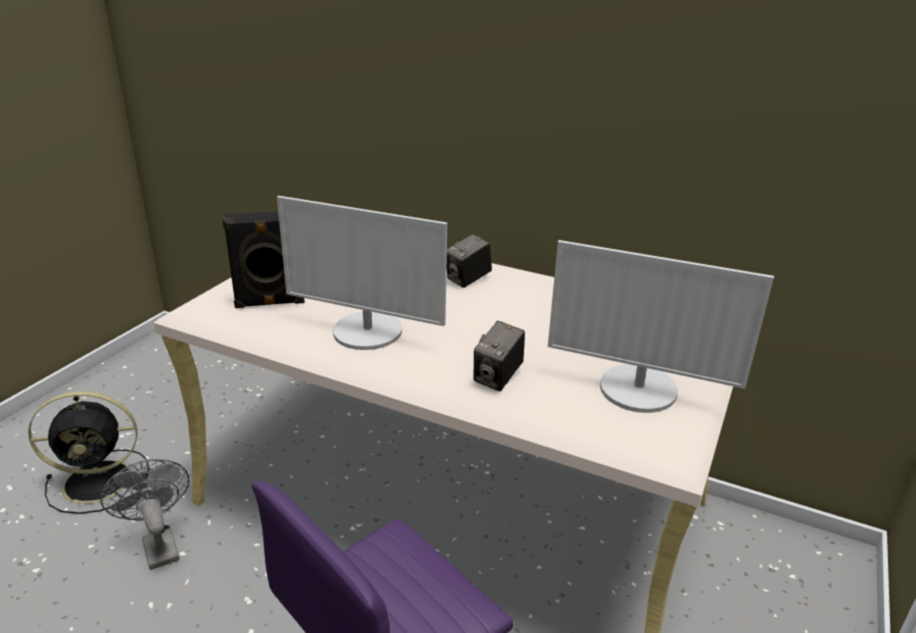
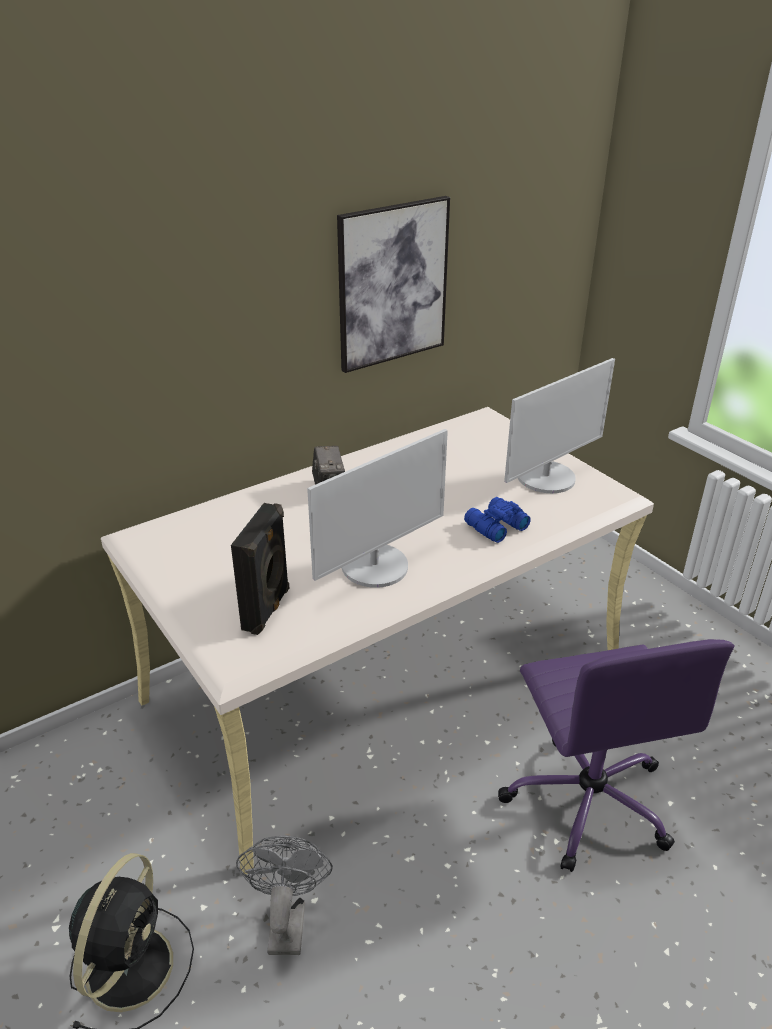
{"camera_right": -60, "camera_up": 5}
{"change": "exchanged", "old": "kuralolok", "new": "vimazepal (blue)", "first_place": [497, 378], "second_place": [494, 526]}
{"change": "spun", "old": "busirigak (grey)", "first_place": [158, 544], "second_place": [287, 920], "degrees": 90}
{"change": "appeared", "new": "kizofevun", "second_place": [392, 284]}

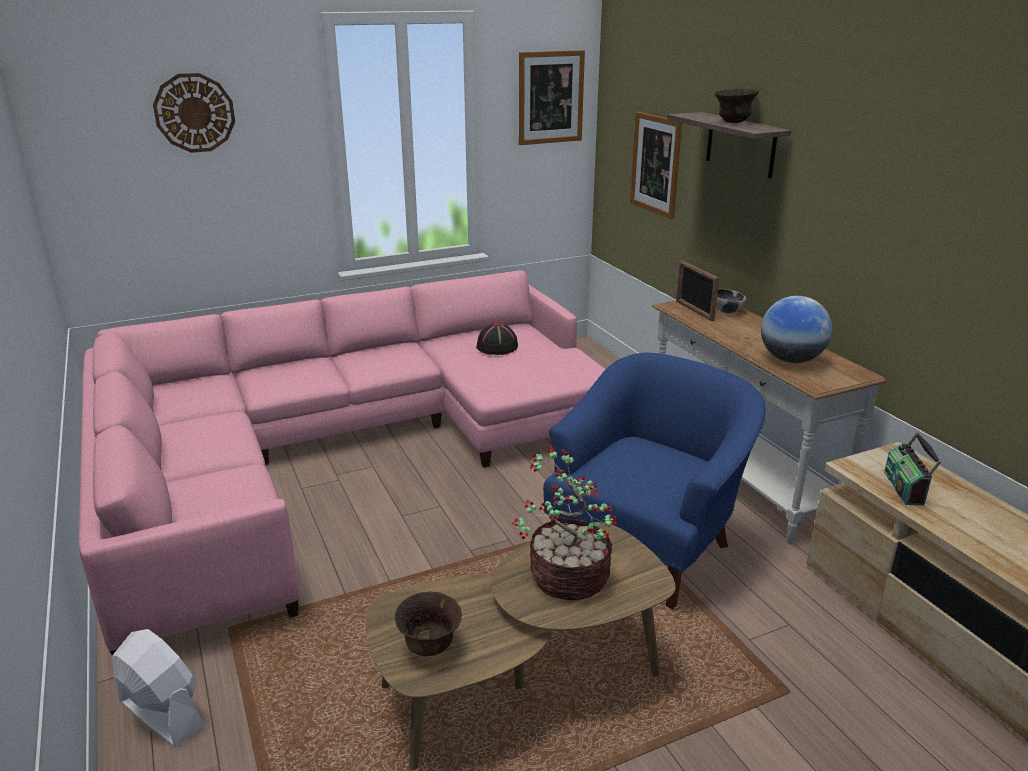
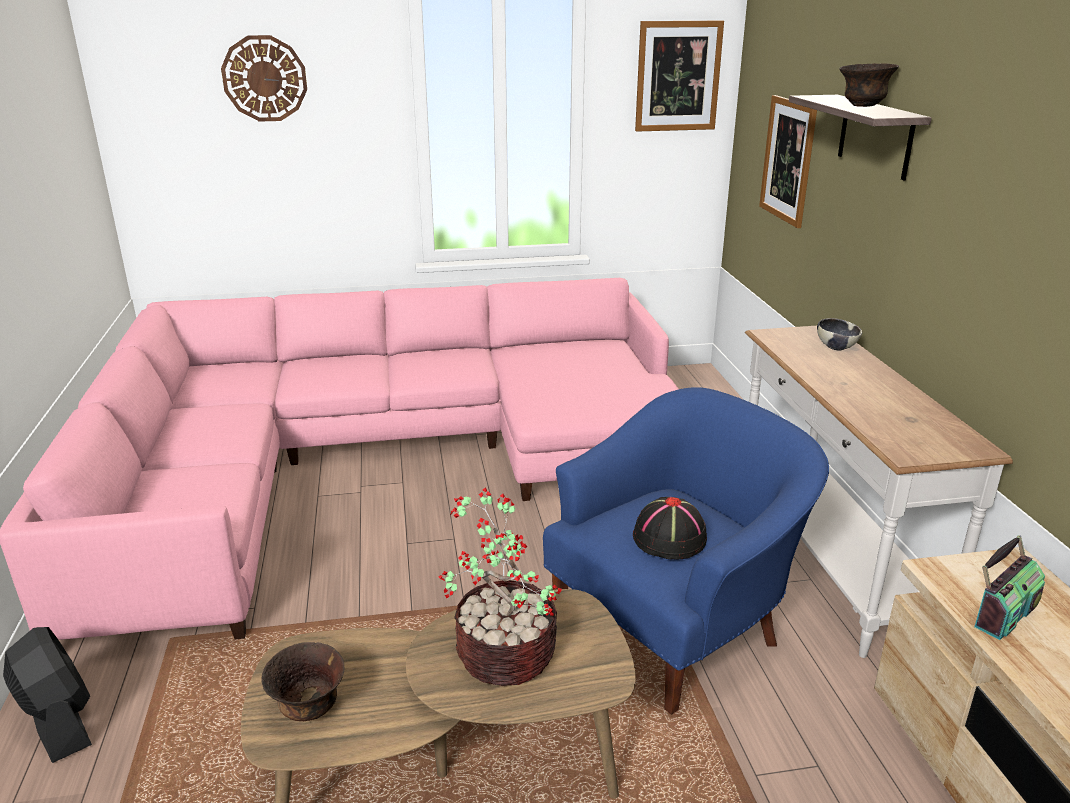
{"camera_right": 15, "camera_up": 0}
{"change": "missing", "old": "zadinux", "first_place": [694, 310]}
{"change": "missing", "old": "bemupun", "first_place": [790, 360]}
{"change": "relocated", "old": "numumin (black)", "first_place": [497, 347], "second_place": [669, 539]}
{"change": "spun", "old": "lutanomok", "first_place": [905, 488], "second_place": [1003, 613], "degrees": -150}
{"change": "colour", "old": "busirigak (white)", "new": "busirigak (black)", "first_place": [161, 713], "second_place": [59, 721]}

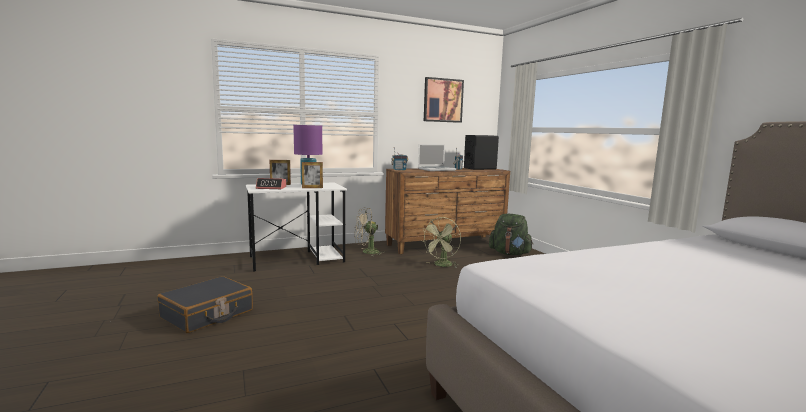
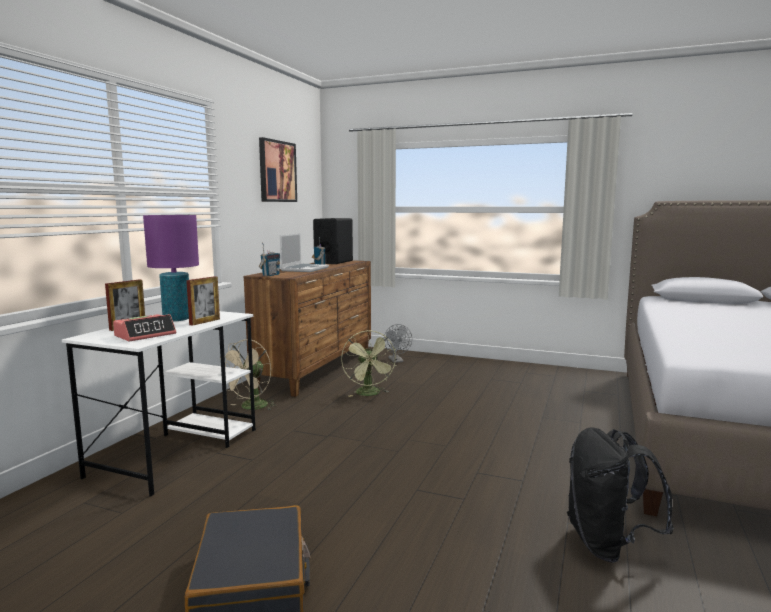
{"camera_right": -45, "camera_up": 0}
{"change": "exchanged", "old": "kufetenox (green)", "new": "busirigak (grey)", "first_place": [510, 253], "second_place": [397, 361]}
{"change": "appeared", "new": "kufetenox (black)", "second_place": [608, 545]}

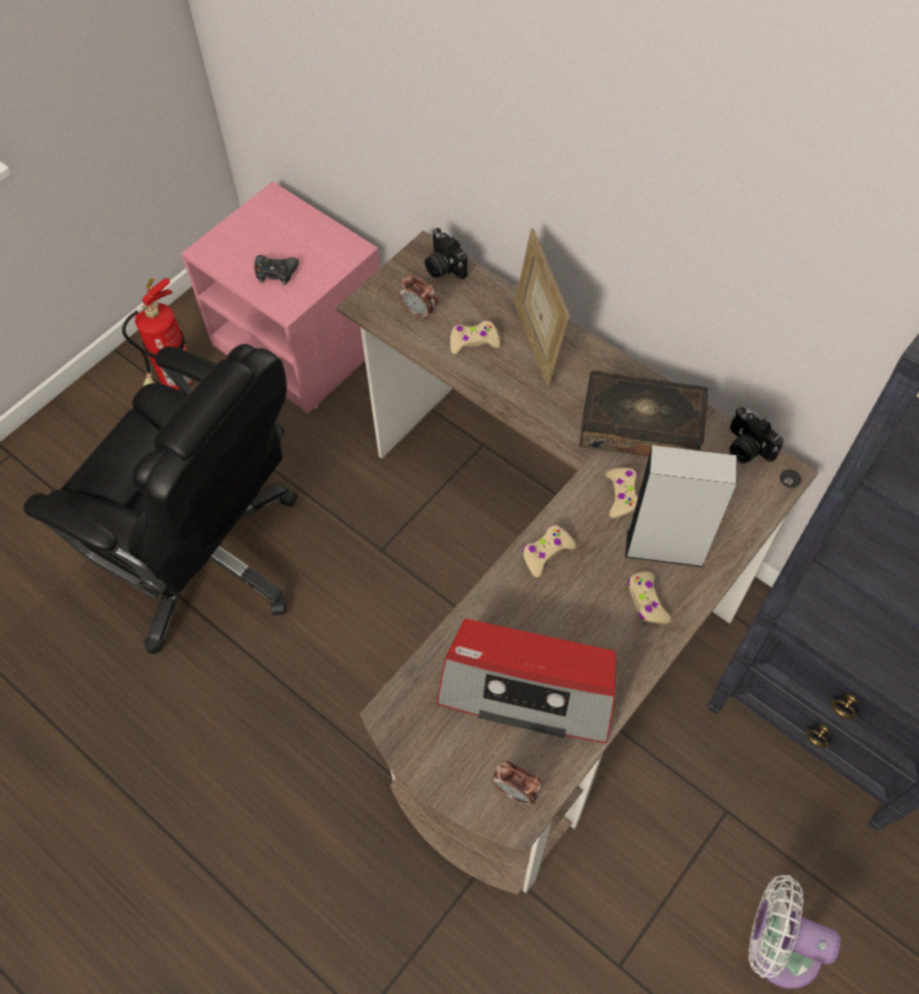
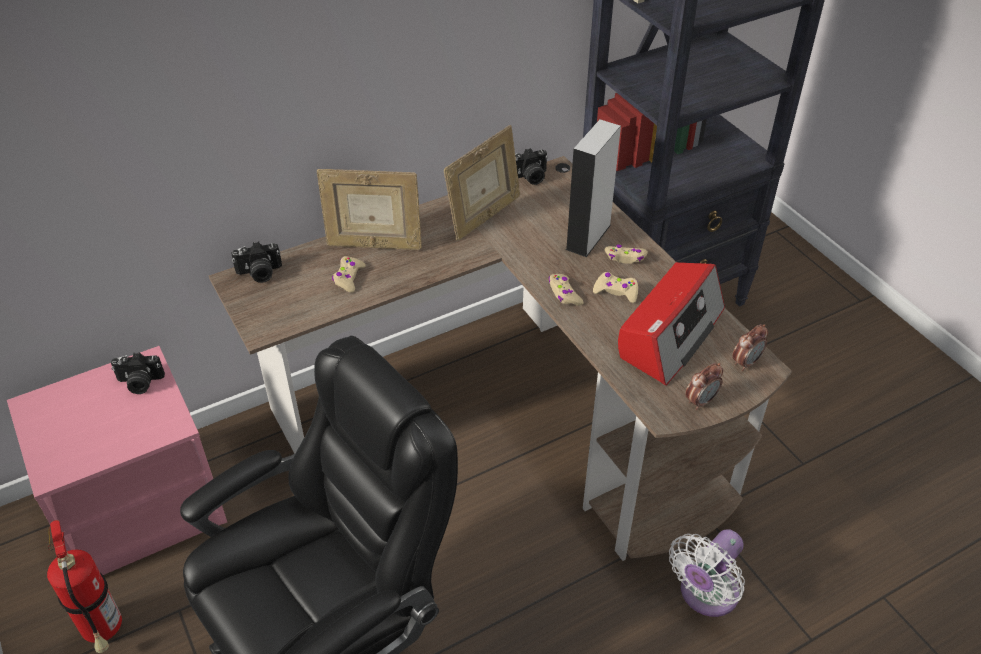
{"camera_right": -70, "camera_up": -15}
{"change": "missing", "old": "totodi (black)", "first_place": [276, 273]}
{"change": "relocated", "old": "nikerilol", "first_place": [419, 312], "second_place": [700, 401]}
{"change": "exchanged", "old": "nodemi", "new": "zadinux", "first_place": [641, 427], "second_place": [484, 217]}
{"change": "relocated", "old": "totodi (beige)", "first_place": [622, 495], "second_place": [616, 291]}
{"change": "relocated", "old": "busirigak (white)", "first_place": [777, 946], "second_place": [705, 595]}
{"change": "appeared", "new": "kuralolok", "second_place": [140, 383]}

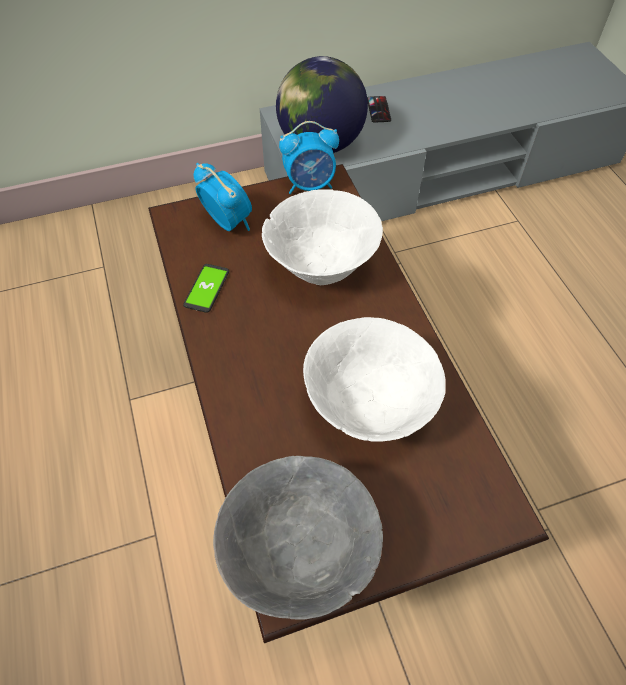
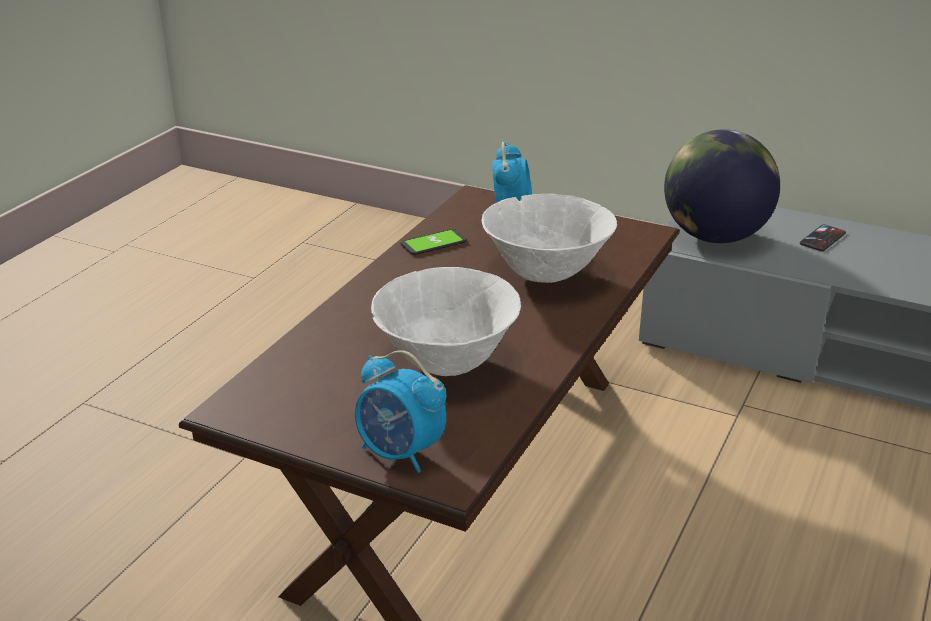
{"camera_right": 45, "camera_up": -25}
{"change": "relocated", "old": "nikerilol", "first_place": [310, 185], "second_place": [400, 453]}
{"change": "missing", "old": "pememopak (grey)", "first_place": [300, 553]}

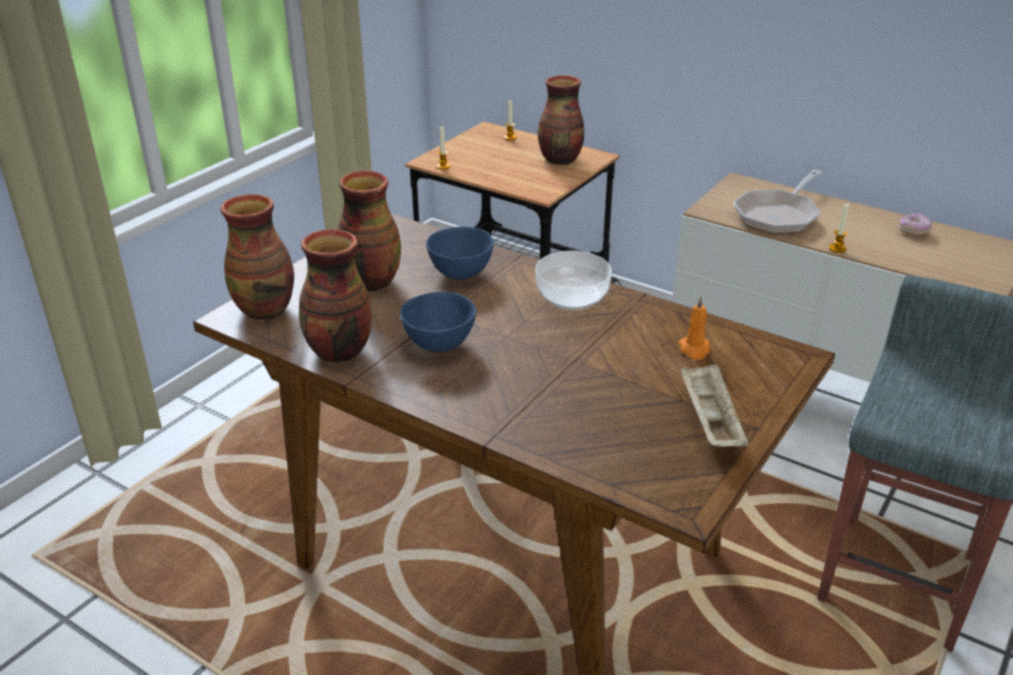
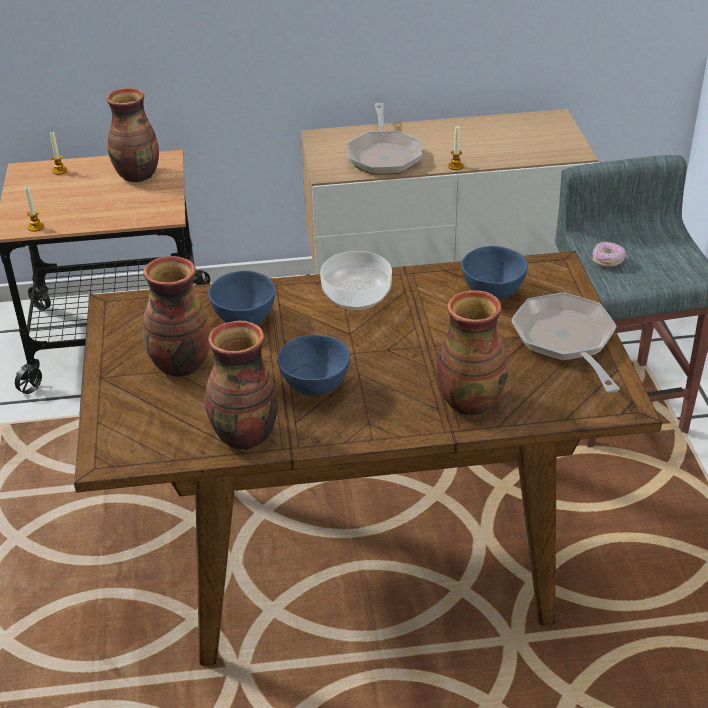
{"camera_right": -40, "camera_up": 5}
{"change": "relocated", "old": "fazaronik", "first_place": [266, 309], "second_place": [469, 401]}
{"change": "relocated", "old": "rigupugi", "first_place": [913, 231], "second_place": [607, 261]}
{"change": "exchanged", "old": "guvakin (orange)", "new": "pememopak (blue)", "first_place": [694, 349], "second_place": [492, 293]}
{"change": "exchanged", "old": "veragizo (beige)", "new": "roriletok", "first_place": [709, 421], "second_place": [566, 341]}

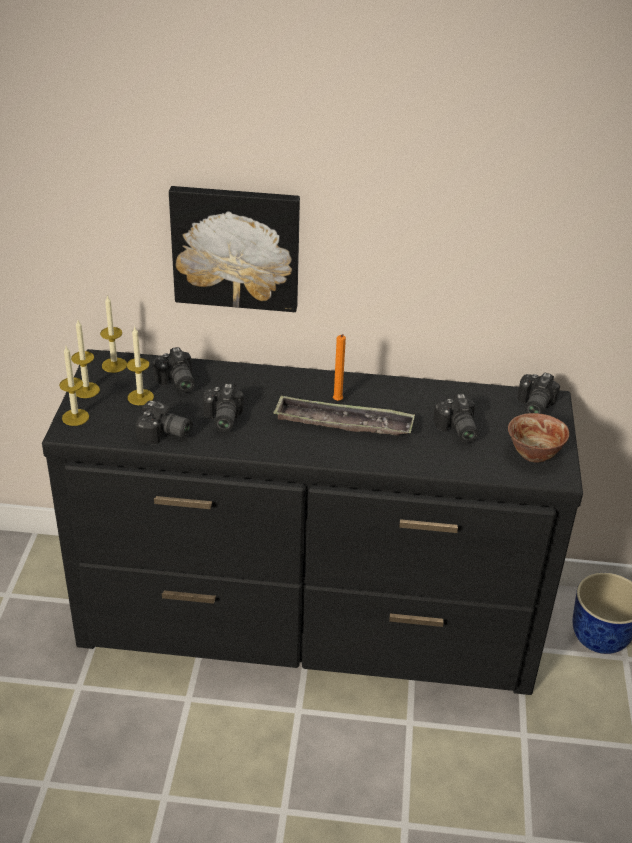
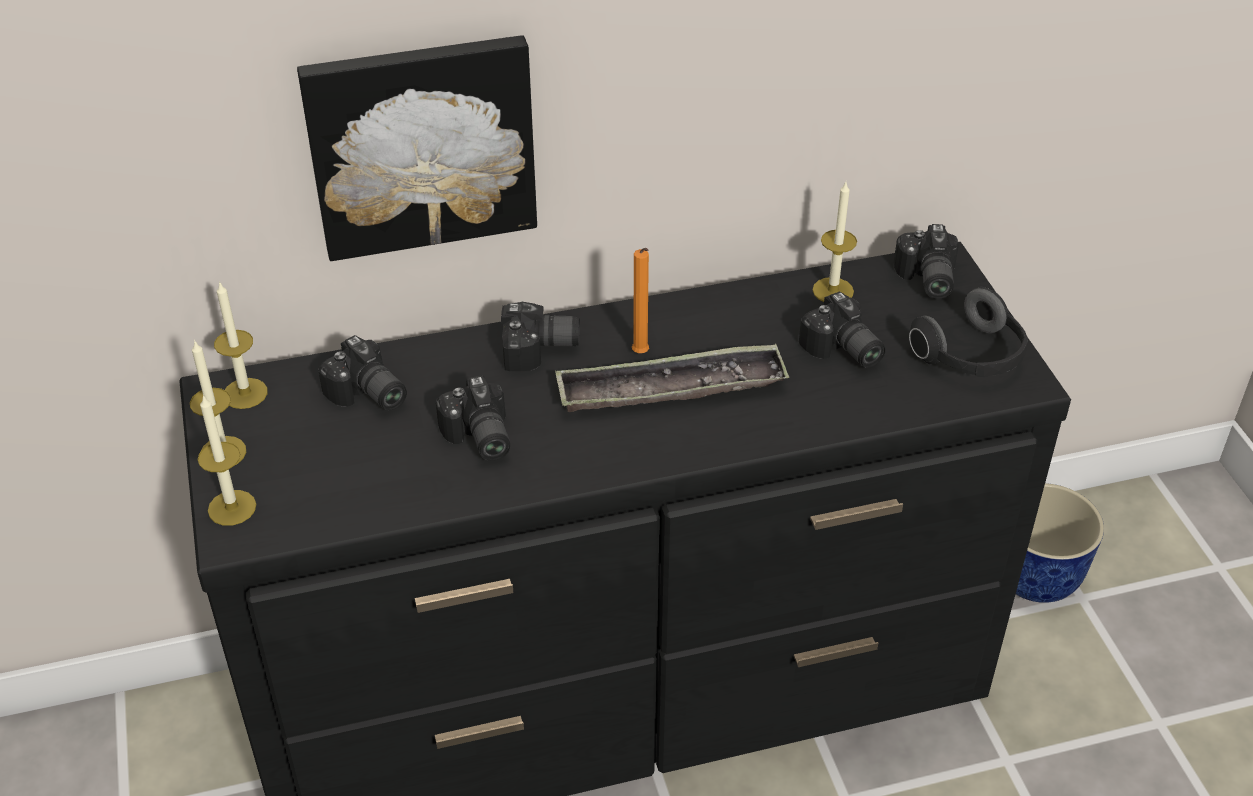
{"camera_right": -20, "camera_up": 5}
{"change": "relocated", "old": "guvakin", "first_place": [140, 397], "second_place": [833, 291]}
{"change": "relocated", "old": "kuralolok", "first_place": [164, 435], "second_place": [541, 350]}
{"change": "exchanged", "old": "pememopak", "new": "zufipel", "first_place": [534, 454], "second_place": [971, 357]}

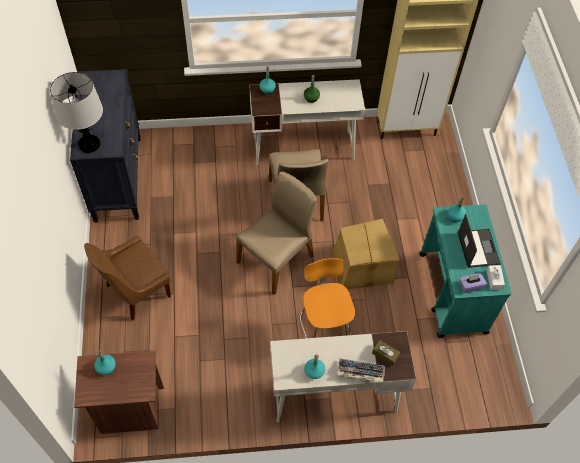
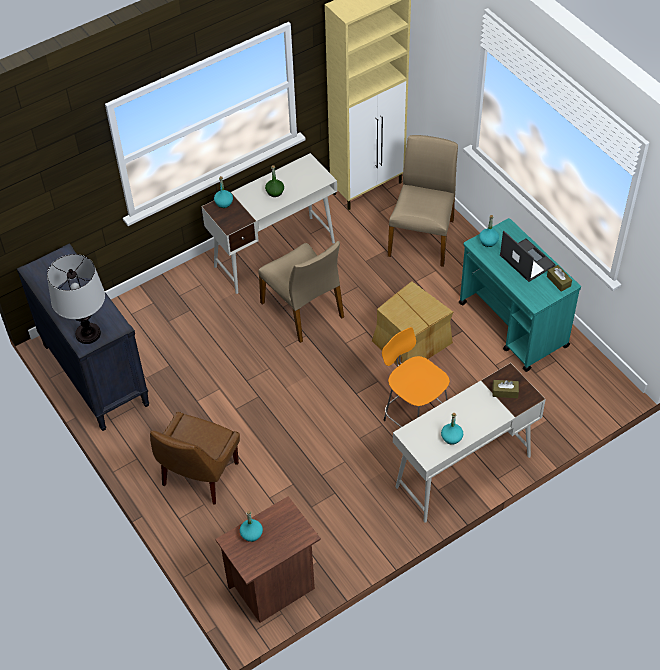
{"camera_right": -25, "camera_up": -5}
{"change": "relocated", "old": "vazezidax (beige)", "first_place": [276, 259], "second_place": [422, 237]}
{"change": "colour", "old": "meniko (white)", "new": "meniko (brown)", "first_place": [494, 279], "second_place": [558, 281]}
{"change": "missing", "old": "meniko (purple)", "first_place": [470, 286]}
{"change": "missing", "old": "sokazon", "first_place": [359, 372]}

